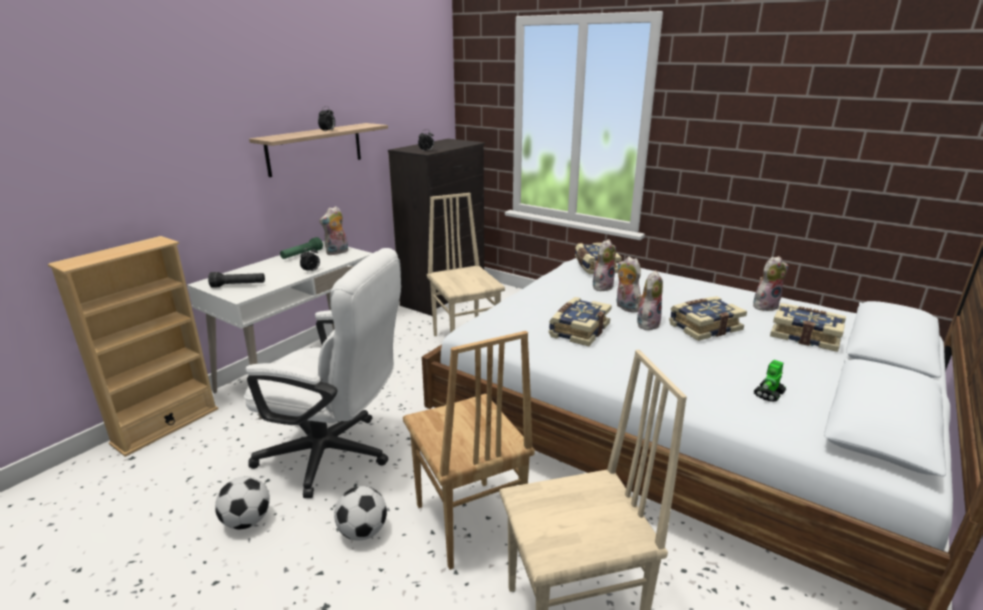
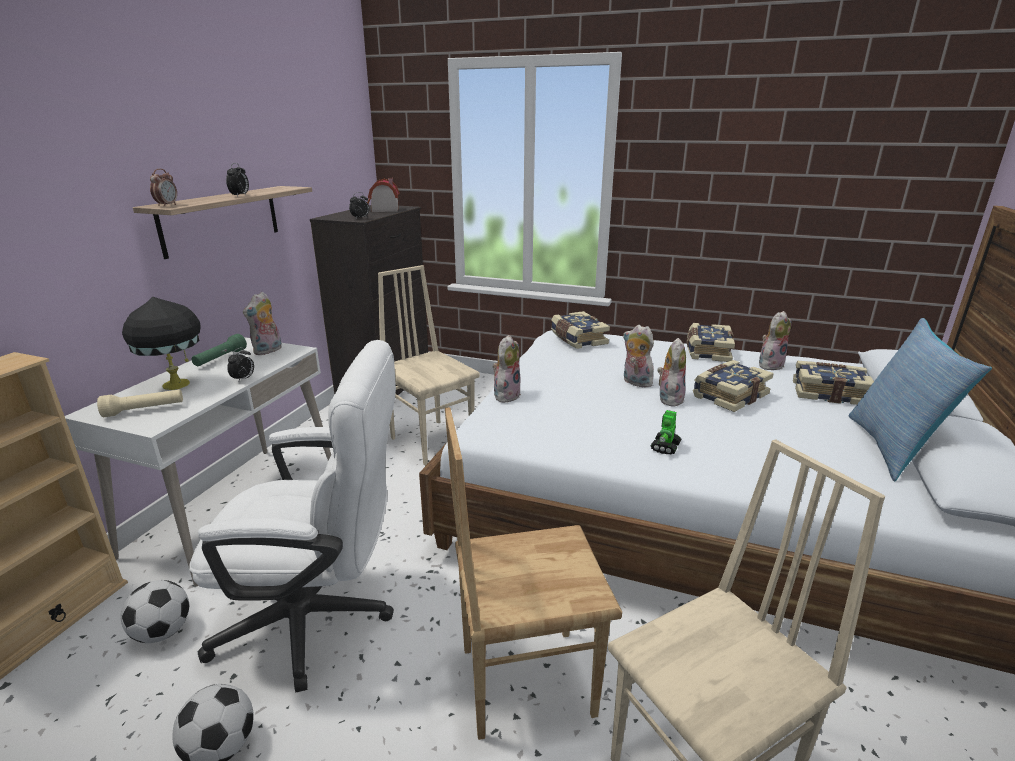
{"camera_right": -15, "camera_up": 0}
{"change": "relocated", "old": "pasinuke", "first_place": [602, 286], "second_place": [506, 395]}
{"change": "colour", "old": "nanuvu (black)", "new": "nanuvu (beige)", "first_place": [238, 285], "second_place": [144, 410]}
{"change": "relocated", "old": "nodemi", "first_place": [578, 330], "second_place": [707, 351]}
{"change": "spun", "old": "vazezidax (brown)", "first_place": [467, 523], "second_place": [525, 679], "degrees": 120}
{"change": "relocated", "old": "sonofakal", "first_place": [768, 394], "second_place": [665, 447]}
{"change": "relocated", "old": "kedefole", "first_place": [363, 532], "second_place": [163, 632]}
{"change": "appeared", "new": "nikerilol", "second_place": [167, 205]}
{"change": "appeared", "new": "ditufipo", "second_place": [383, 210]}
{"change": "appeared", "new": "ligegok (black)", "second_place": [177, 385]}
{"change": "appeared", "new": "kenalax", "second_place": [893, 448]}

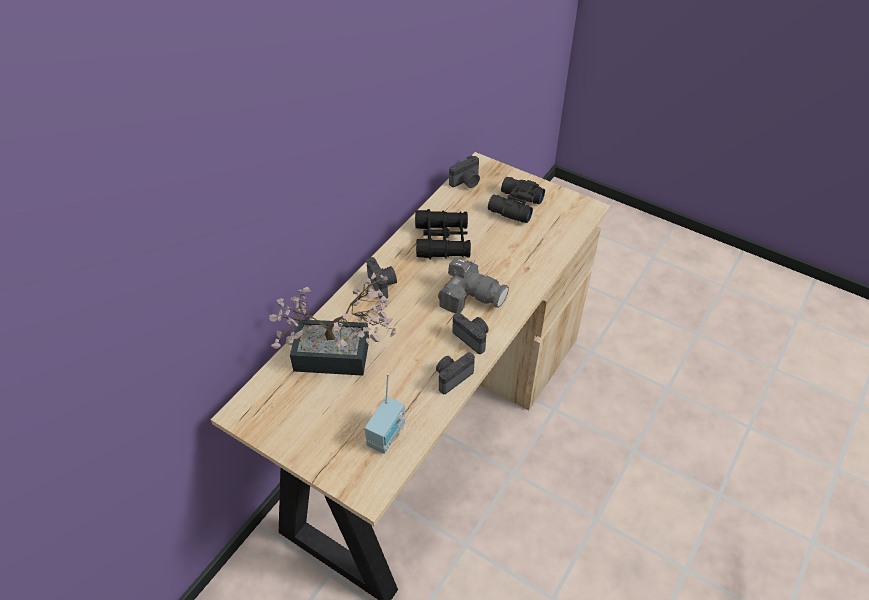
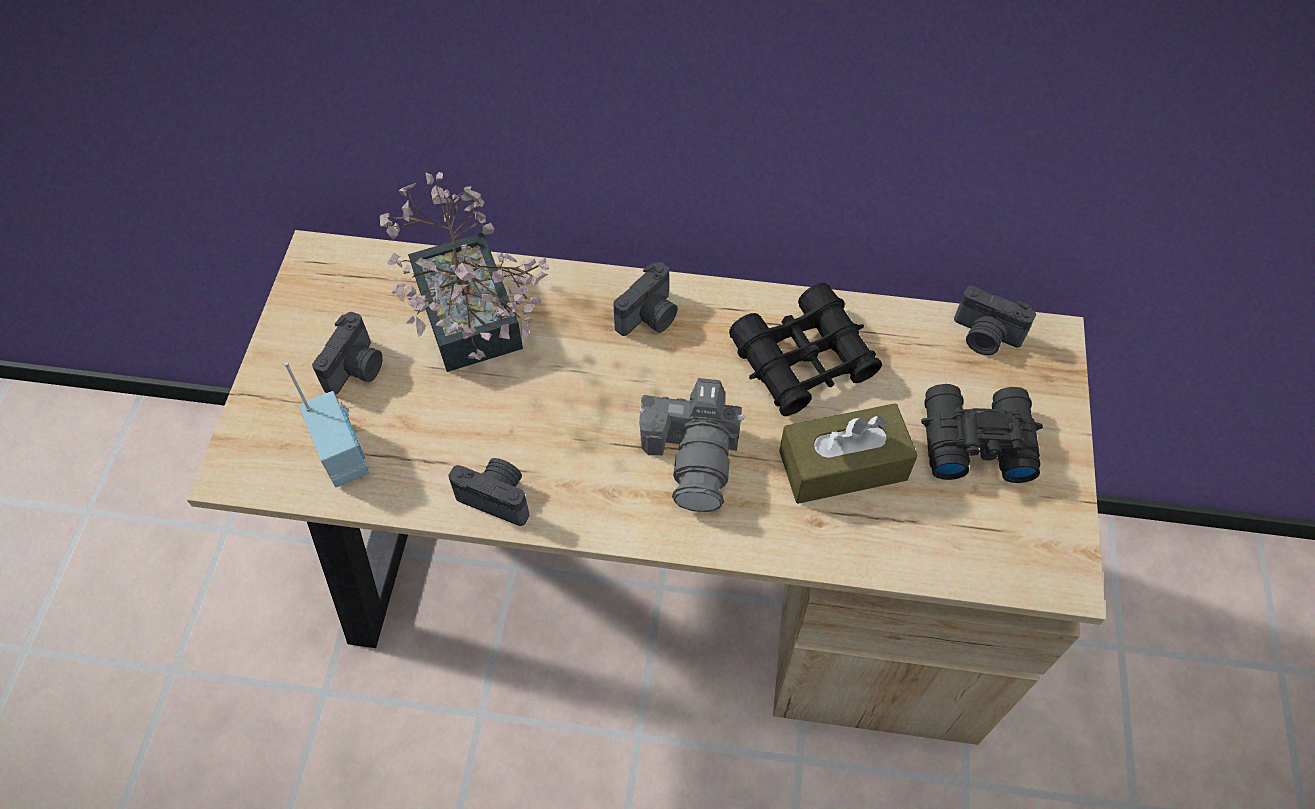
{"camera_right": 65, "camera_up": 10}
{"change": "relocated", "old": "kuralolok", "first_place": [473, 337], "second_place": [357, 369]}
{"change": "spun", "old": "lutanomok", "first_place": [387, 435], "second_place": [345, 453], "degrees": -120}
{"change": "appeared", "new": "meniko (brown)", "second_place": [842, 465]}

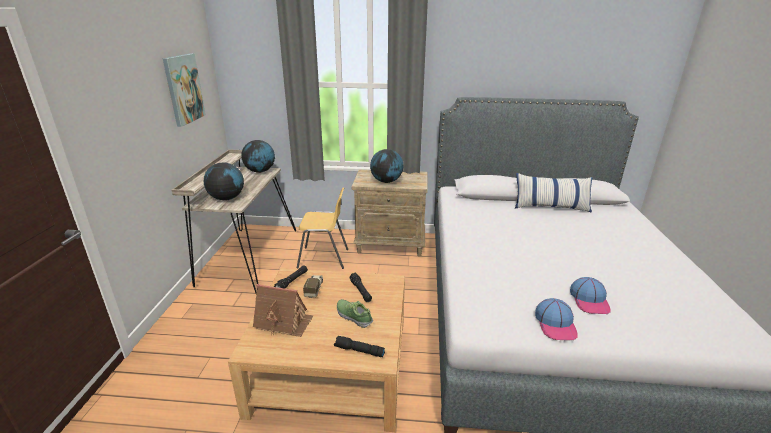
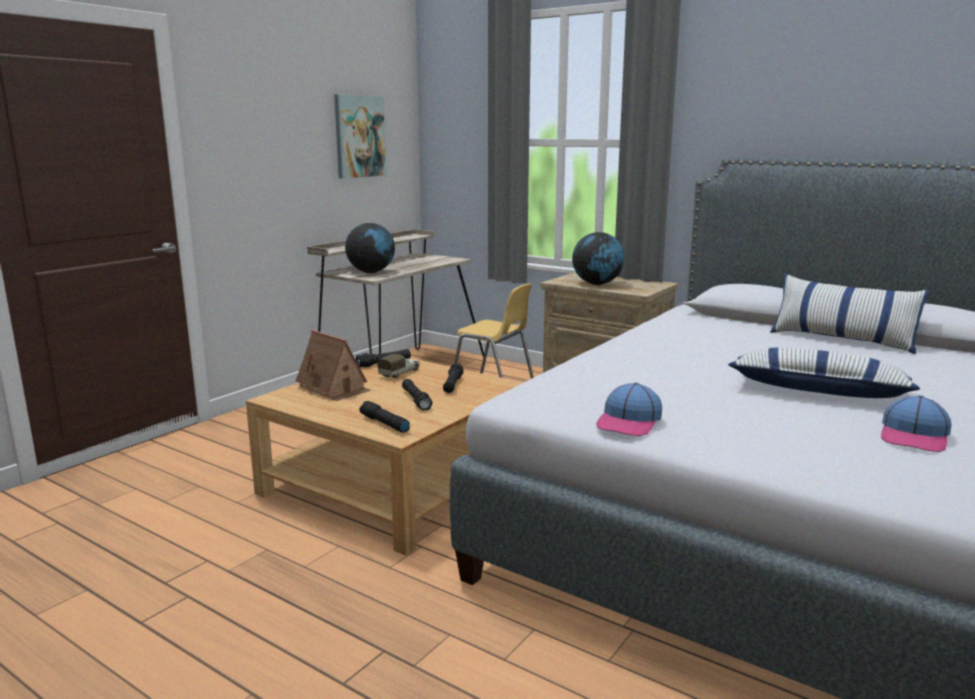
{"camera_right": 30, "camera_up": -10}
{"change": "missing", "old": "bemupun", "first_place": [260, 171]}
{"change": "relocated", "old": "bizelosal", "first_place": [589, 300], "second_place": [914, 436]}
{"change": "exchanged", "old": "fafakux", "new": "nanuvu (black)", "first_place": [354, 316], "second_place": [416, 400]}
{"change": "appeared", "new": "kenalax", "second_place": [817, 391]}

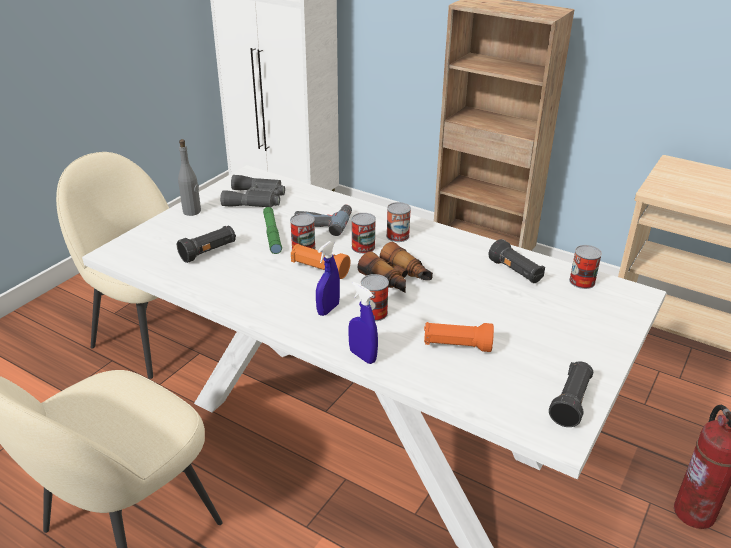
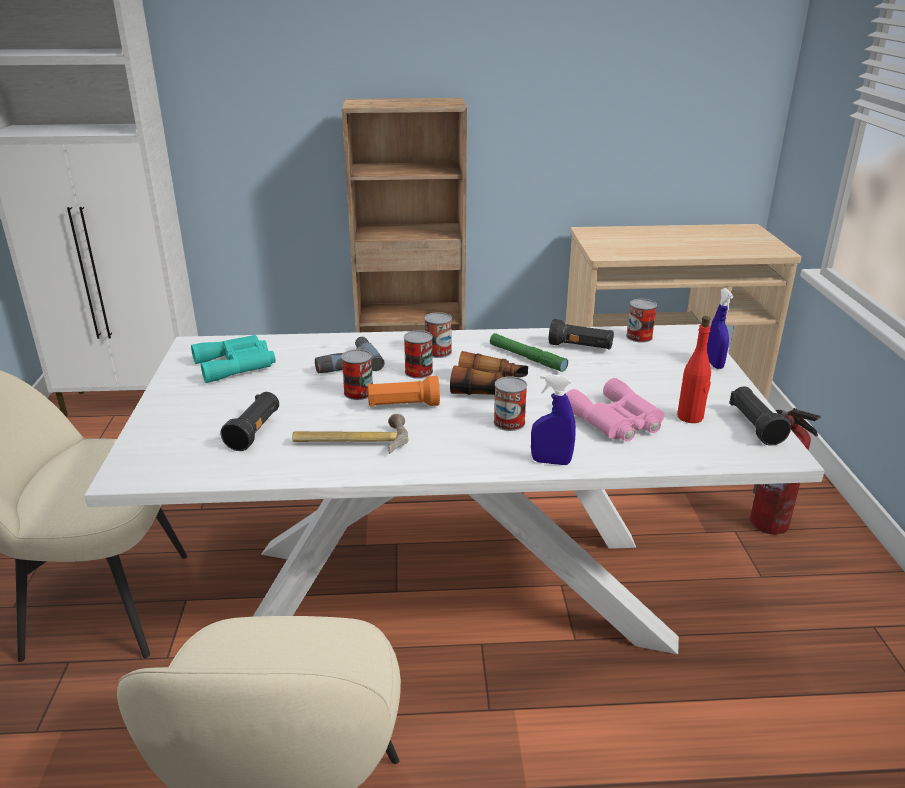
{"camera_right": -35, "camera_up": -5}
{"change": "missing", "old": "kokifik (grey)", "first_place": [192, 211]}
{"change": "colour", "old": "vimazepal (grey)", "new": "vimazepal (turquoise)", "first_place": [256, 199], "second_place": [237, 364]}
{"change": "relocated", "old": "nanuvu (green)", "first_place": [272, 234], "second_place": [527, 358]}
{"change": "relocated", "old": "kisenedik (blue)", "first_place": [328, 309], "second_place": [714, 363]}
{"change": "exchanged", "old": "nanuvu (orange)", "new": "vimazepal (pink)", "first_place": [456, 346], "second_place": [616, 421]}
{"change": "appeared", "new": "kokifik (red)", "second_place": [690, 417]}
{"change": "appeared", "new": "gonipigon", "second_place": [351, 440]}

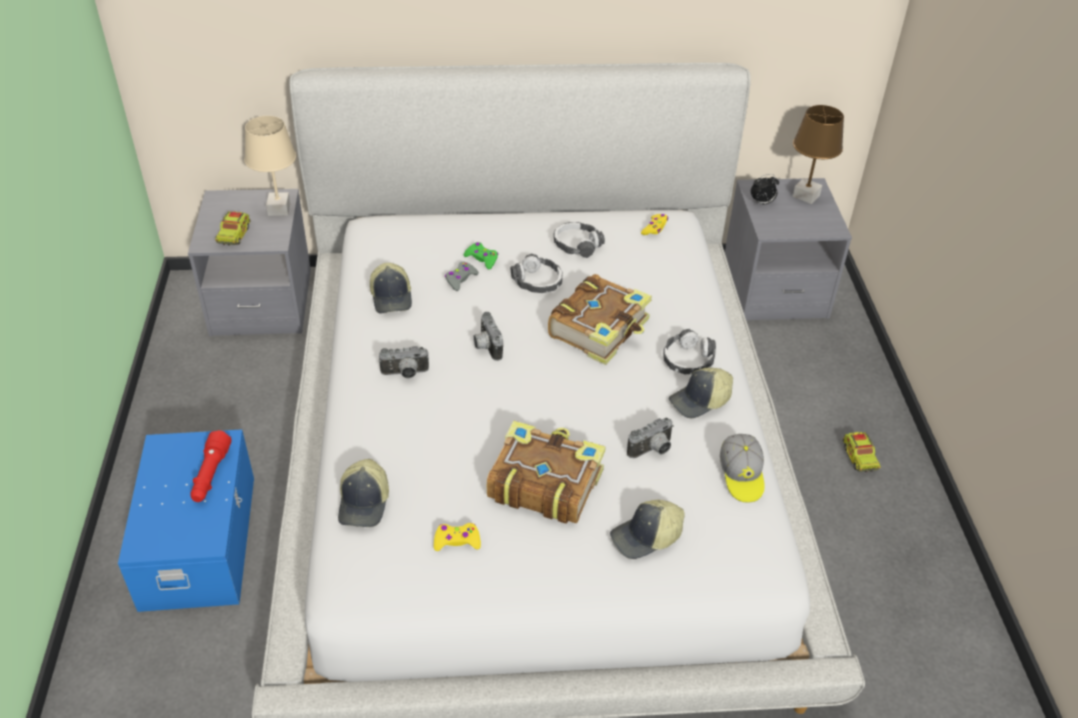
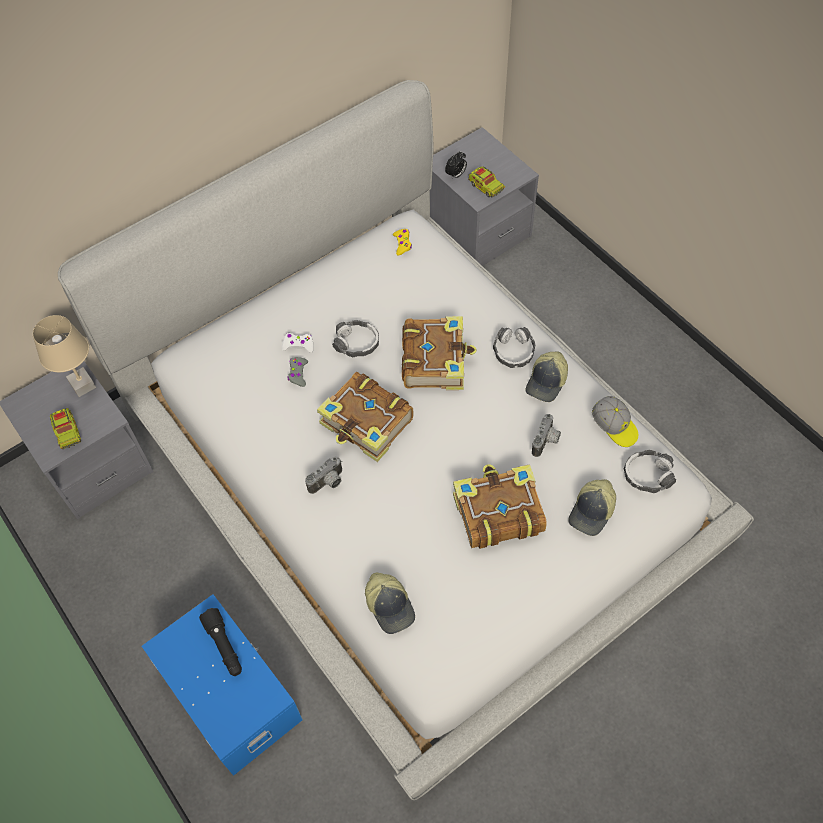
{"camera_right": -30, "camera_up": 15}
{"change": "missing", "old": "ligegok (brown)", "first_place": [806, 196]}
{"change": "relocated", "old": "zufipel", "first_place": [577, 245], "second_place": [648, 475]}
{"change": "colour", "old": "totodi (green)", "new": "totodi (white)", "first_place": [482, 259], "second_place": [298, 345]}
{"change": "missing", "old": "bizelosal", "first_place": [392, 297]}
{"change": "exchanged", "old": "kuralolok", "new": "nodemi", "first_place": [486, 346], "second_place": [367, 424]}
{"change": "colour", "old": "nanuvu (red)", "new": "nanuvu (black)", "first_place": [210, 475], "second_place": [224, 646]}
{"change": "relocated", "old": "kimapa", "first_place": [859, 457], "second_place": [485, 186]}
{"change": "missing", "old": "totodi (yellow)", "first_place": [457, 541]}

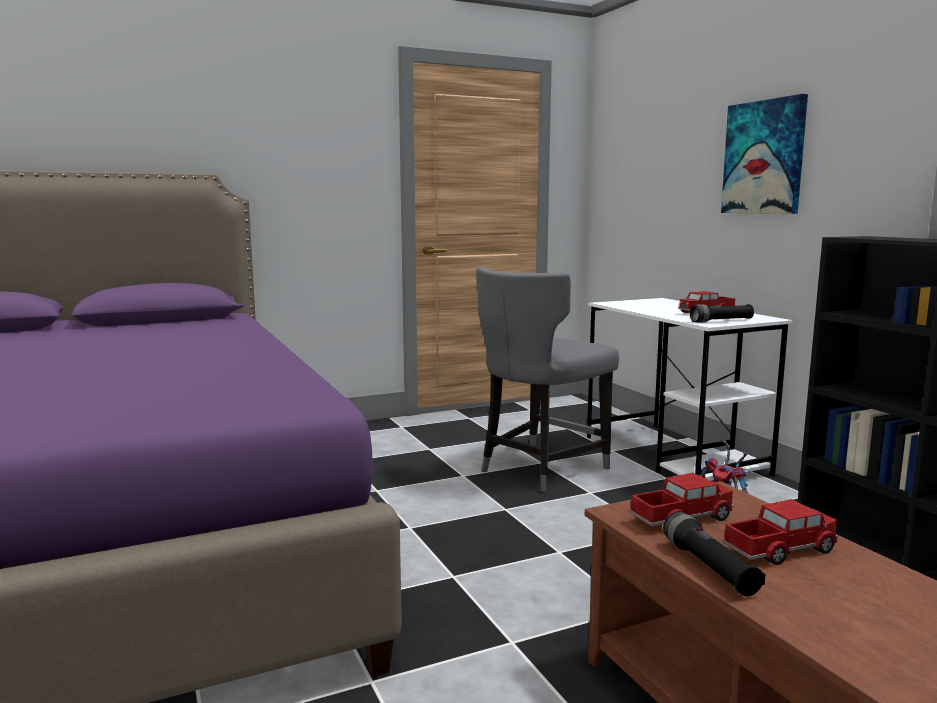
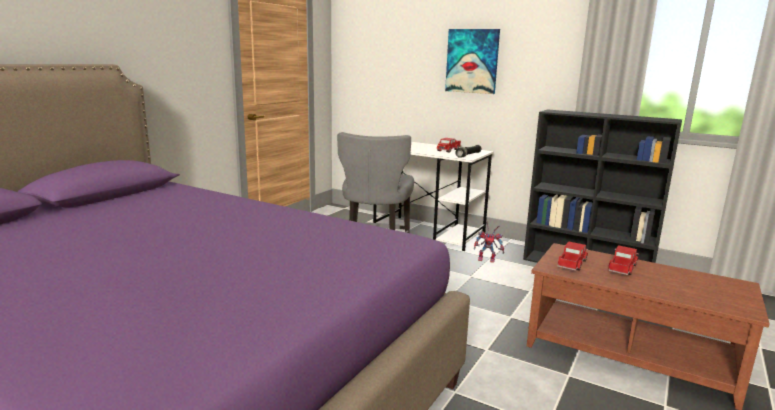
{"camera_right": -35, "camera_up": 5}
{"change": "missing", "old": "nanuvu (black)", "first_place": [709, 567]}

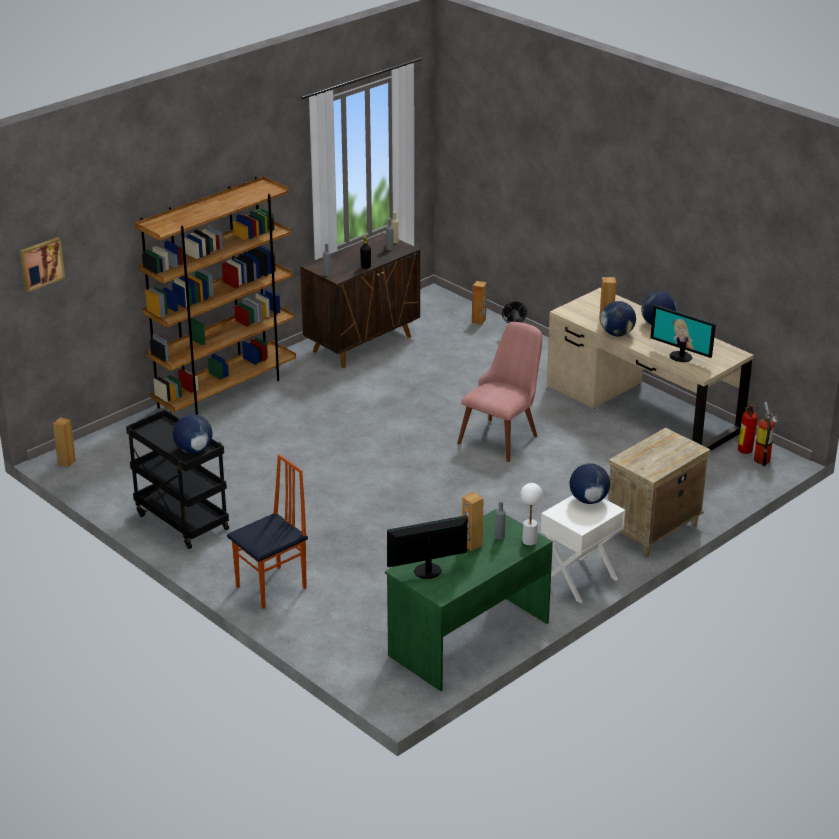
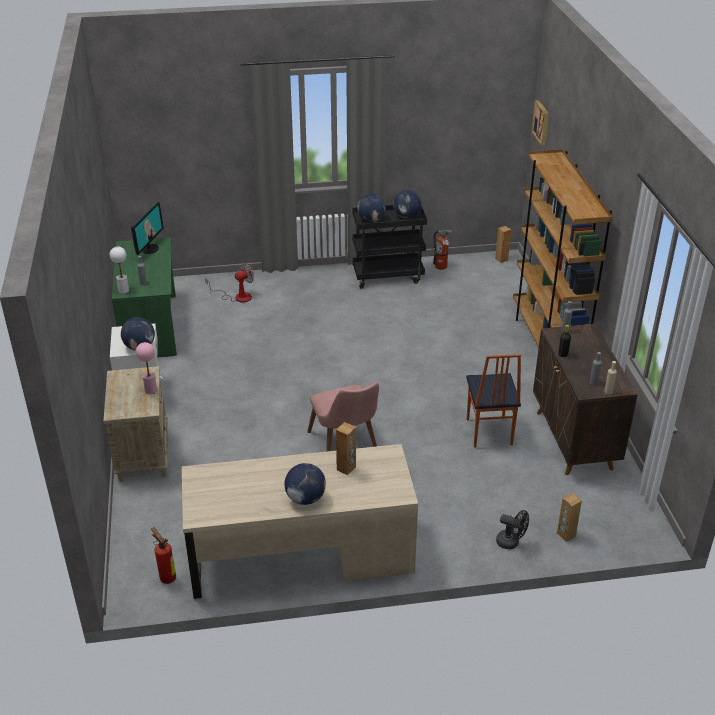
{"camera_right": 125, "camera_up": 5}
{"change": "relocated", "old": "bemupun", "first_place": [617, 334], "second_place": [406, 216]}
{"change": "missing", "old": "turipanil", "first_place": [681, 356]}
{"change": "relocated", "old": "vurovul", "first_place": [763, 458], "second_place": [441, 267]}
{"change": "relocated", "old": "vazezidax", "first_place": [272, 588], "second_place": [488, 432]}
{"change": "missing", "old": "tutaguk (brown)", "first_place": [471, 544]}
{"change": "appeared", "new": "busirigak", "second_place": [237, 297]}
{"change": "appeared", "new": "ligegok (pink)", "second_place": [151, 390]}

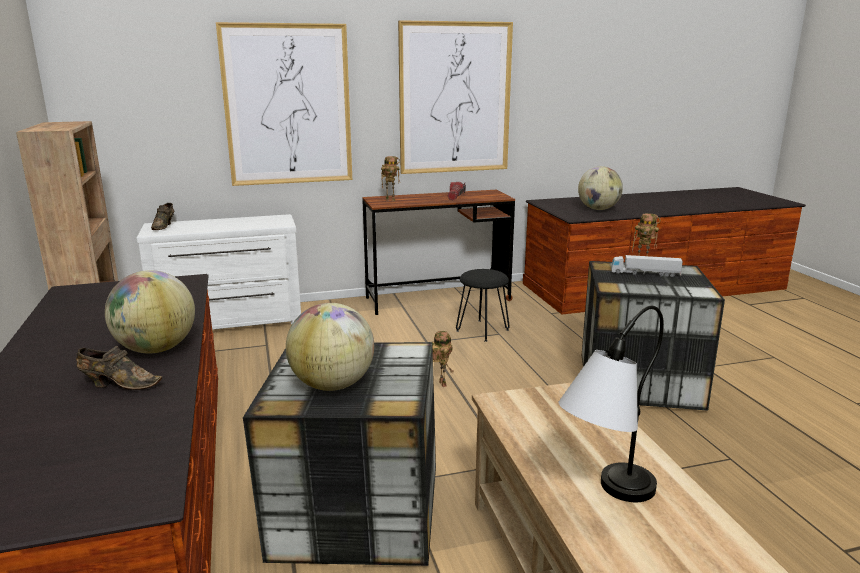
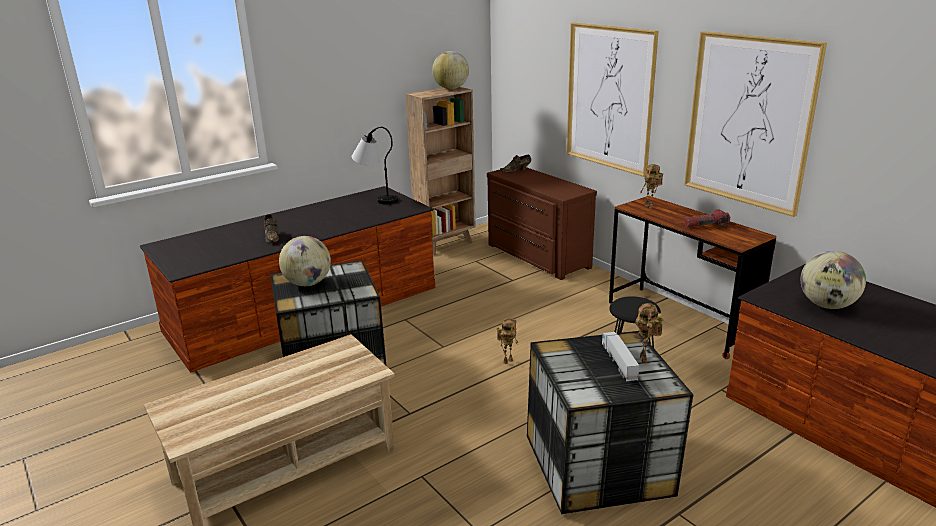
{"camera_right": 70, "camera_up": 5}
{"change": "colour", "old": "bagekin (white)", "new": "bagekin (brown)", "first_place": [229, 322], "second_place": [536, 256]}
{"change": "relocated", "old": "bemupun", "first_place": [156, 349], "second_place": [451, 88]}
{"change": "relocated", "old": "ligegok", "first_place": [603, 499], "second_place": [376, 198]}

